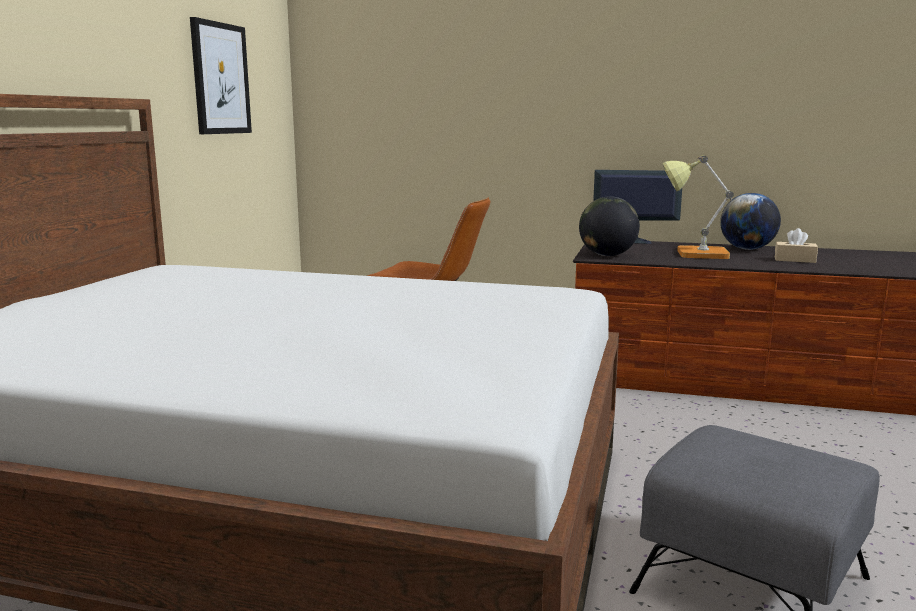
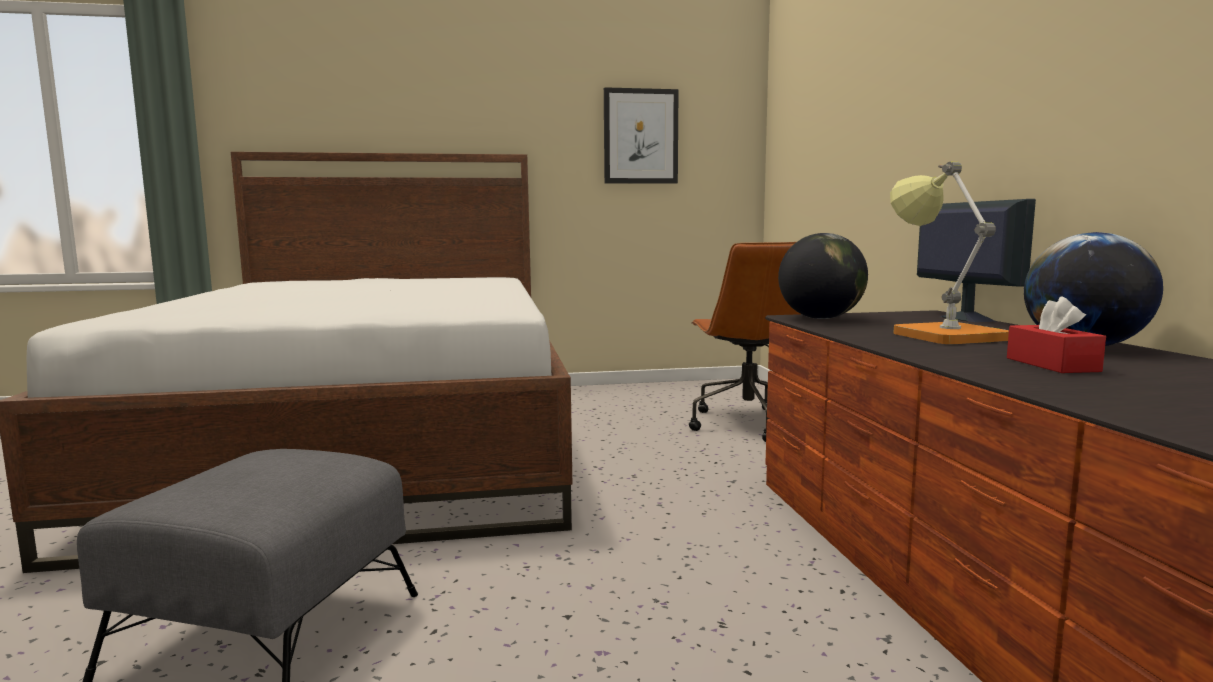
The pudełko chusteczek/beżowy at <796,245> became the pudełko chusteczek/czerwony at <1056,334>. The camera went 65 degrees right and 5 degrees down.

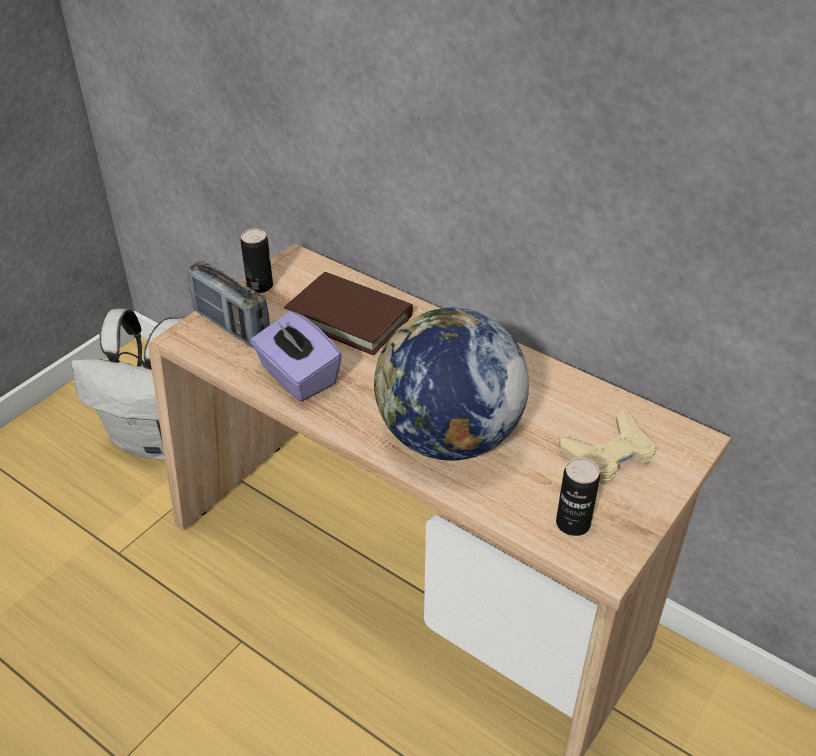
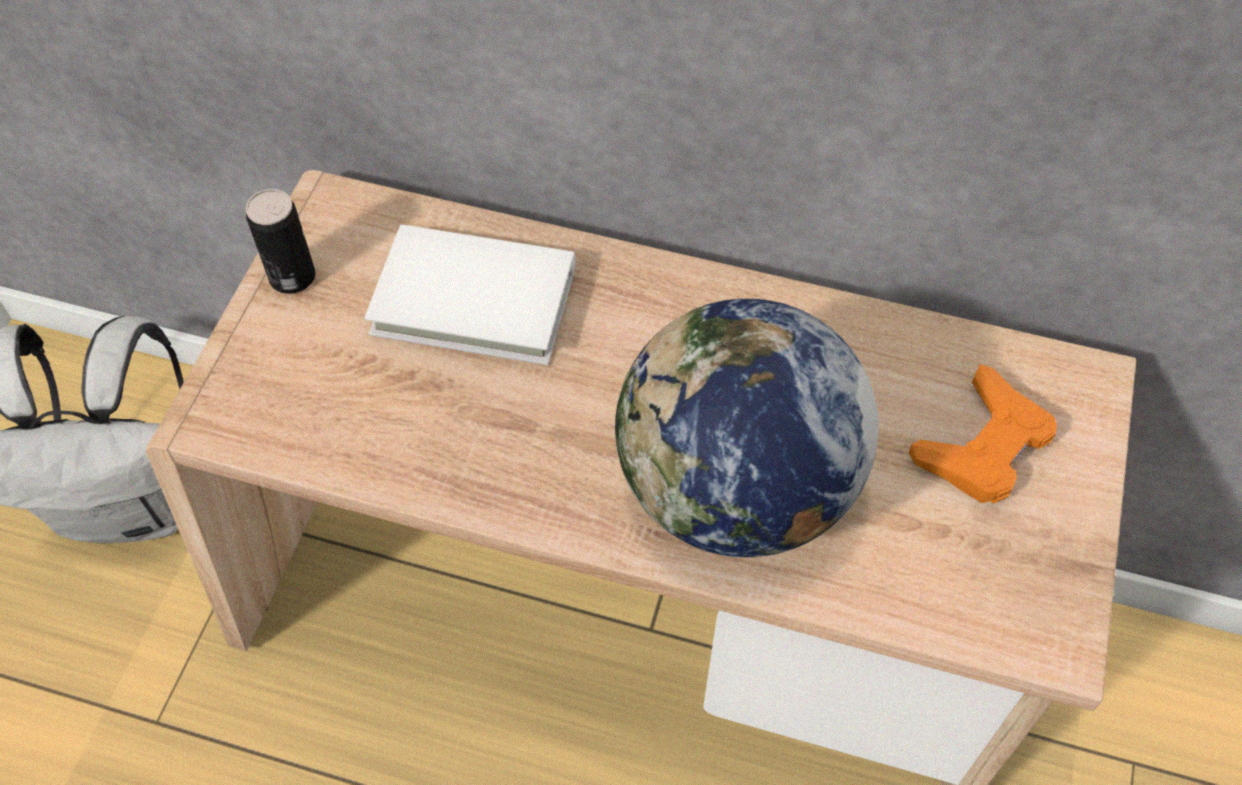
The radio at <228,304> disappeared. The pudełko chusteczek/fioletowy at <296,356> disappeared. The książka/brązowy at <348,313> became the książka/biały at <469,295>. The puszka at <578,497> disappeared. The pad do gier/beżowy at <608,447> became the pad do gier/pomarańczowy at <983,434>. The camera went 20 degrees left and 15 degrees up.

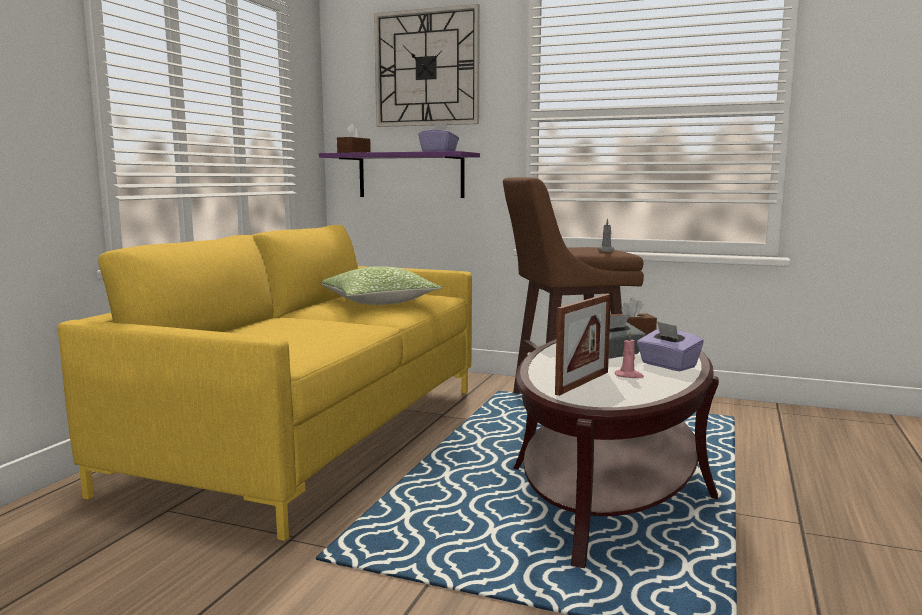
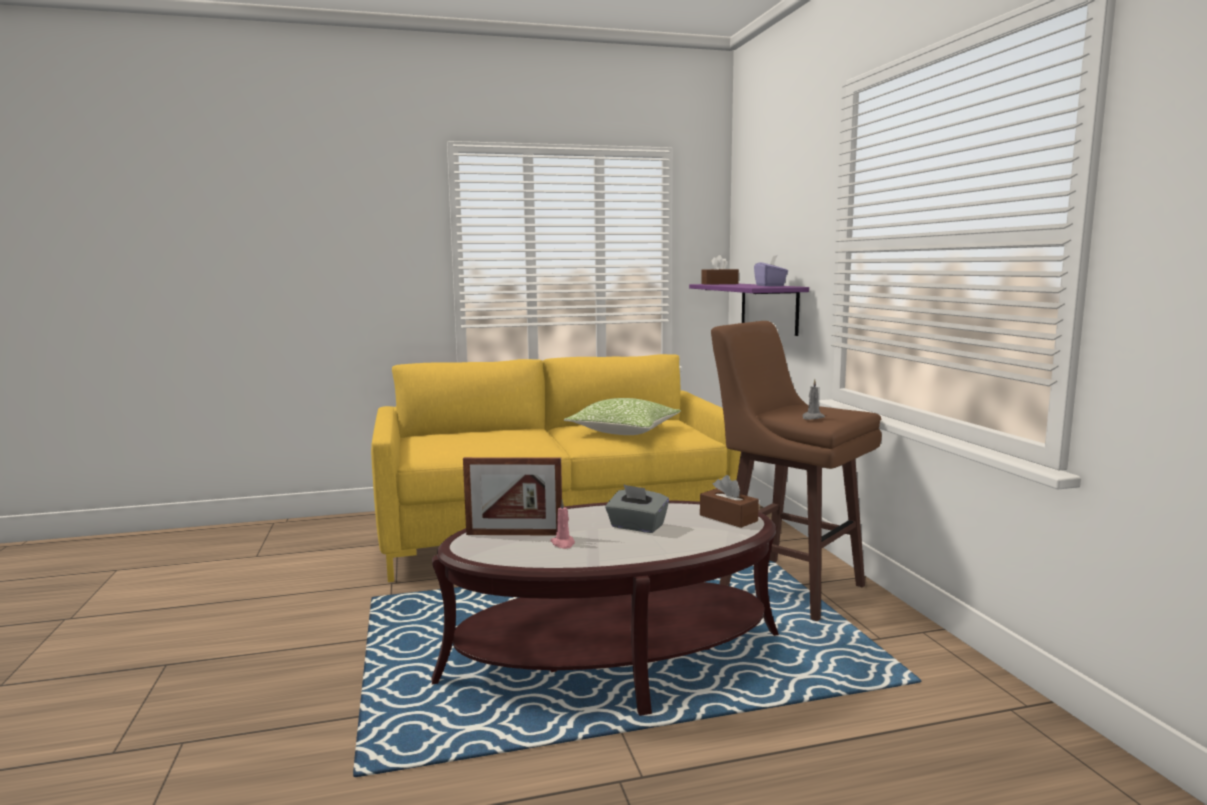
The zegar ścienny at <427,65> disappeared. The pudełko chusteczek/fioletowy at <670,346> disappeared. The camera went 55 degrees right and 0 degrees up.

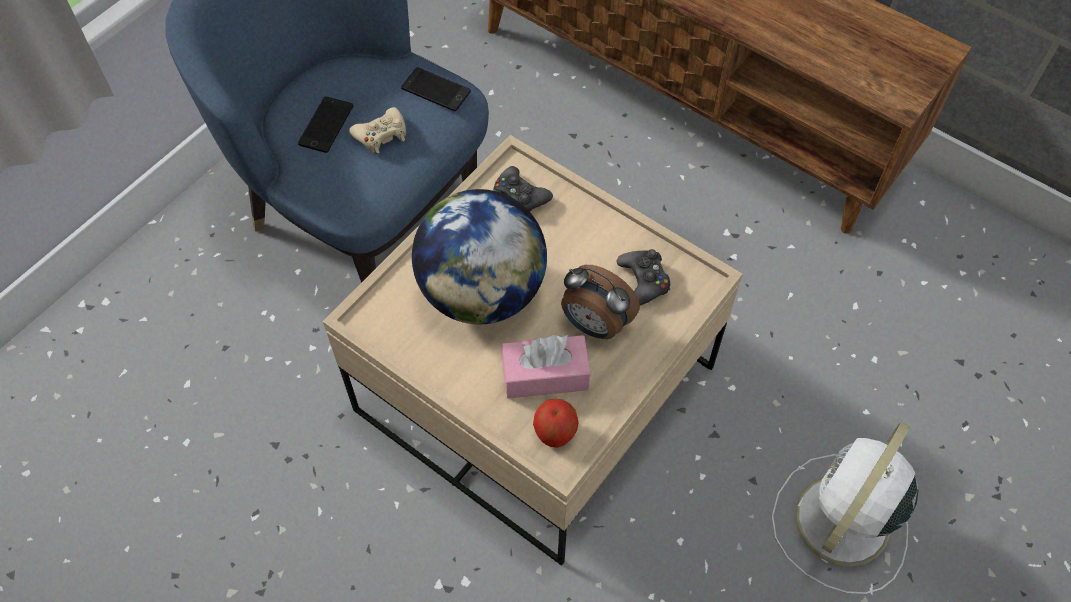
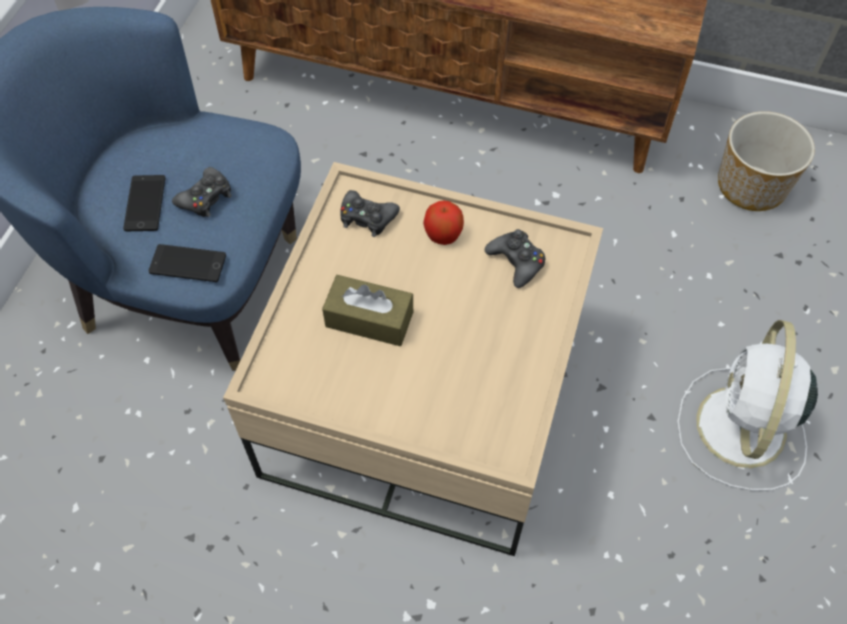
The pad do gier/beżowy at <377,130> became the pad do gier/czarny at <202,192>. The telefon moved from <436,89> to <187,263>. The globus at <479,256> was replaced by the pudełko chusteczek/brązowy at <367,310>. The pudełko chusteczek/różowy at <546,367> disappeared. The jabłko moved from <556,423> to <443,223>. The budzik at <600,302> disappeared. The donica at <766,161> appeared. The camera went 20 degrees left and 0 degrees up.

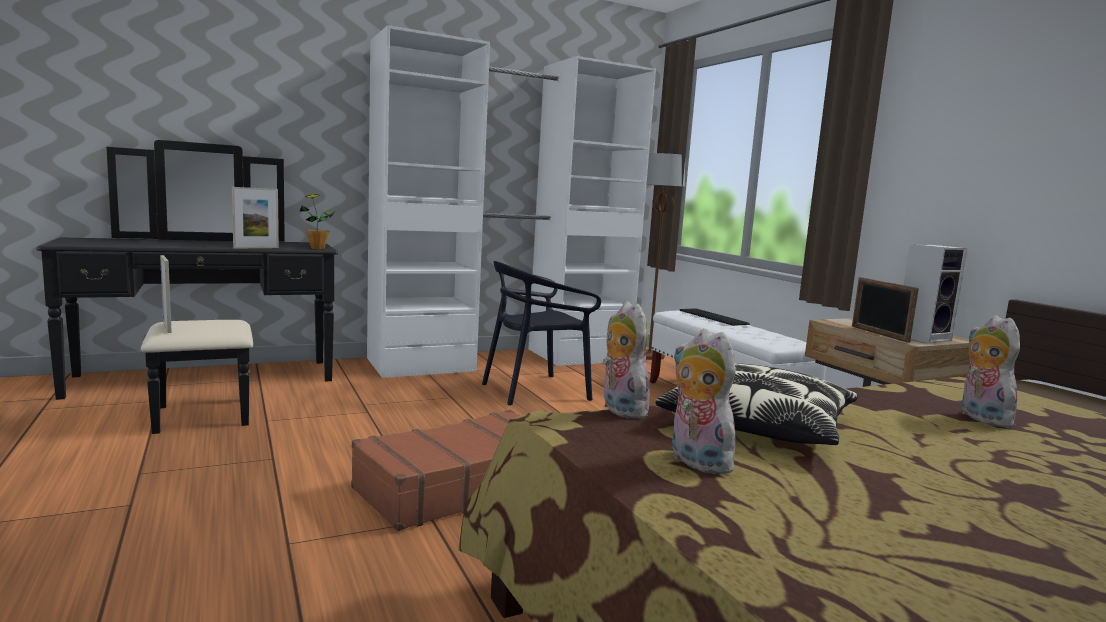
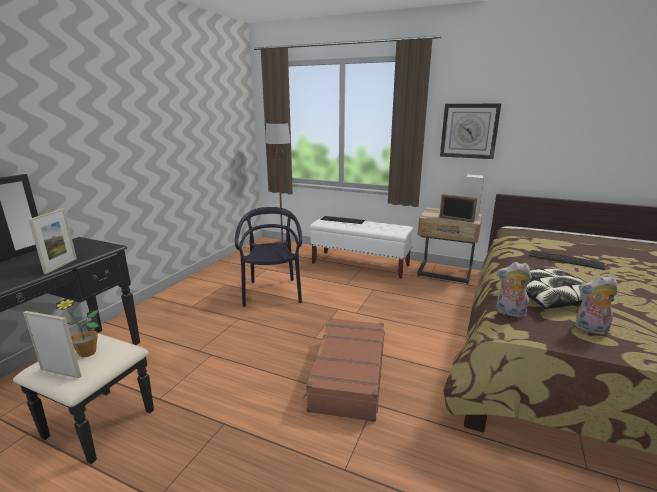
The roślina doniczkowa moved from <317,221> to <77,328>. The szafa/biały at <511,201> disappeared. The krzesło/czarny at <541,333> turned 150 degrees clockwise. The pluszak at <990,371> was replaced by the klawiatura at <567,260>. The zegar ścienny at <470,131> appeared. The camera went 40 degrees left and 10 degrees up.

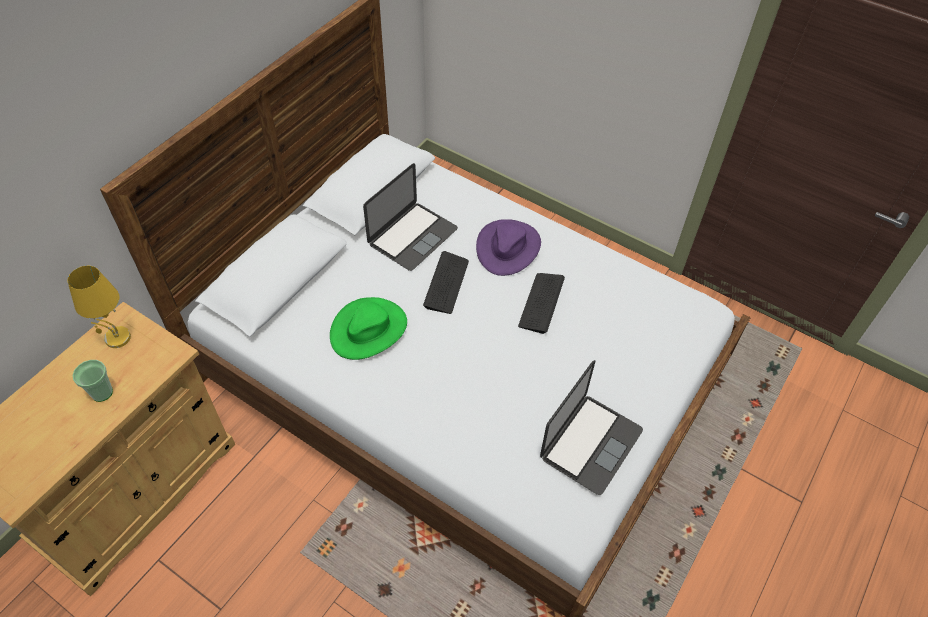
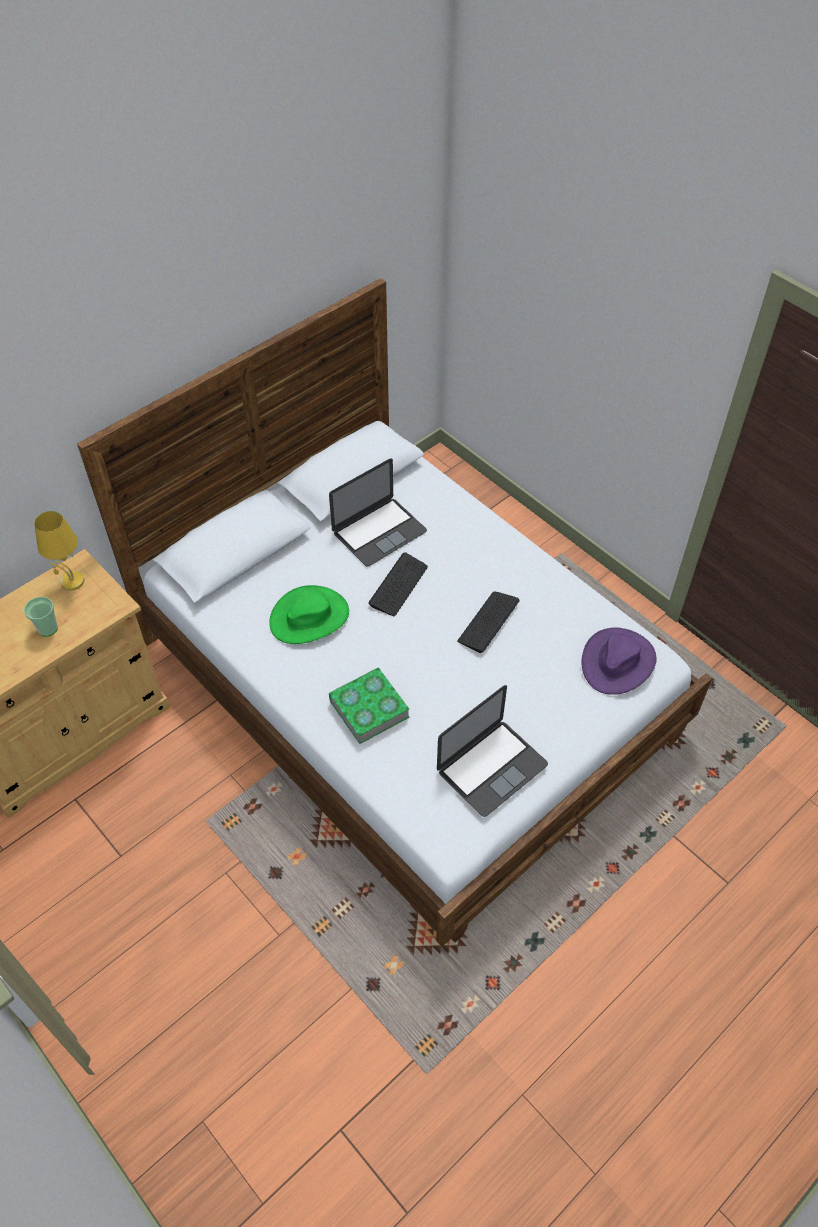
The kapelusz/fioletowy moved from <508,247> to <618,661>. The książka at <369,705> appeared. The camera went 15 degrees right and 0 degrees up.

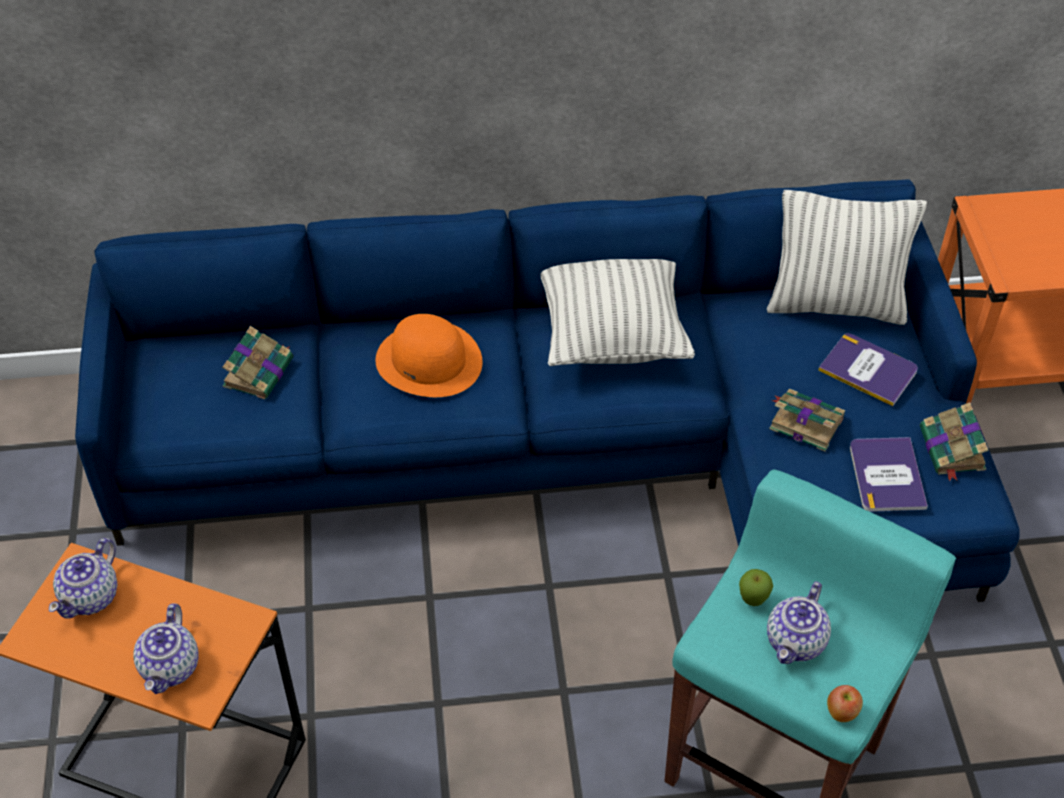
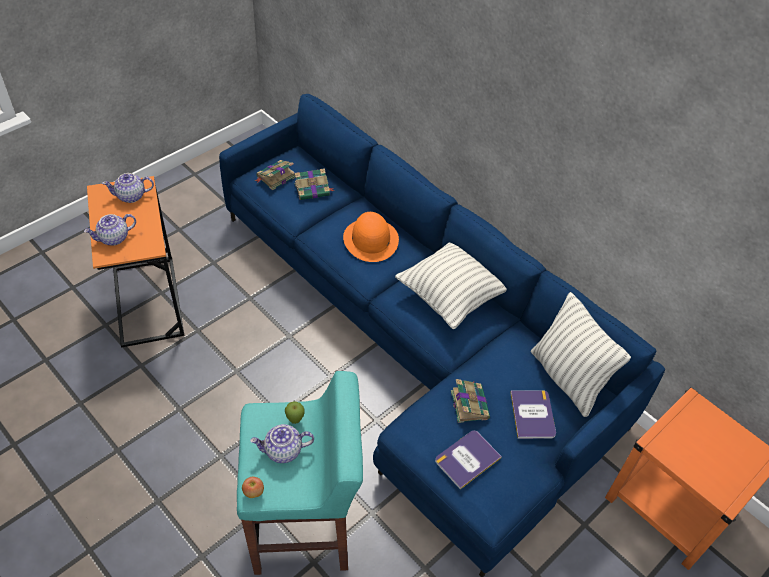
The książka moved from <954,442> to <275,175>. The camera went 50 degrees right and 0 degrees up.

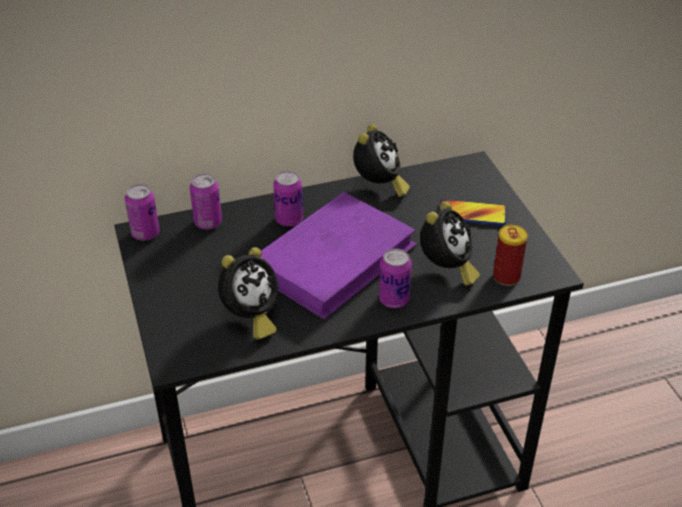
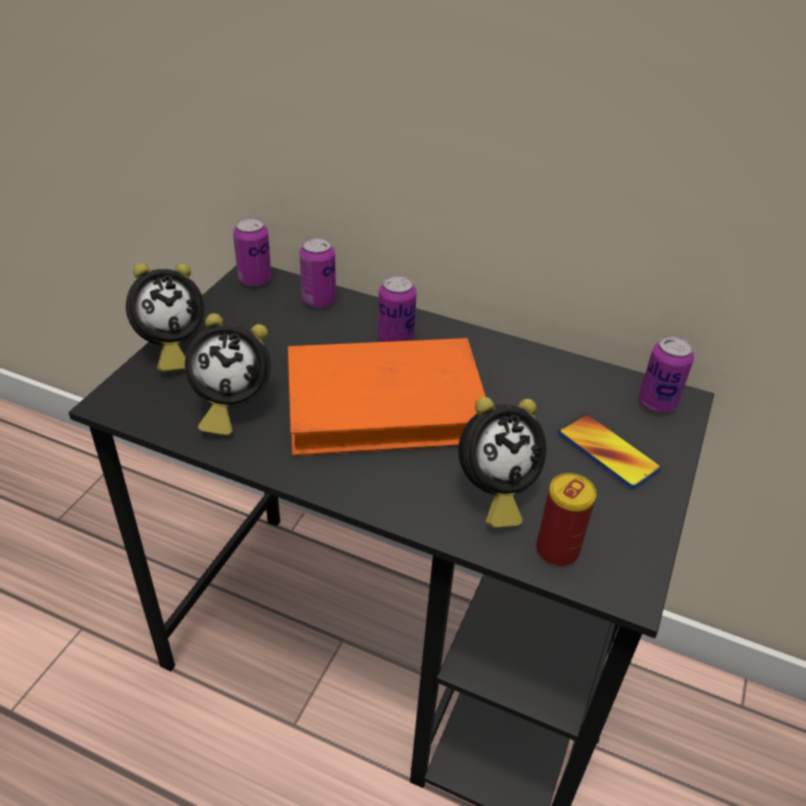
The książka/fioletowy at <339,255> became the książka/pomarańczowy at <387,397>. The budzik moved from <381,160> to <165,317>. The puszka moved from <395,278> to <666,374>. The camera went 40 degrees right and 0 degrees up.

